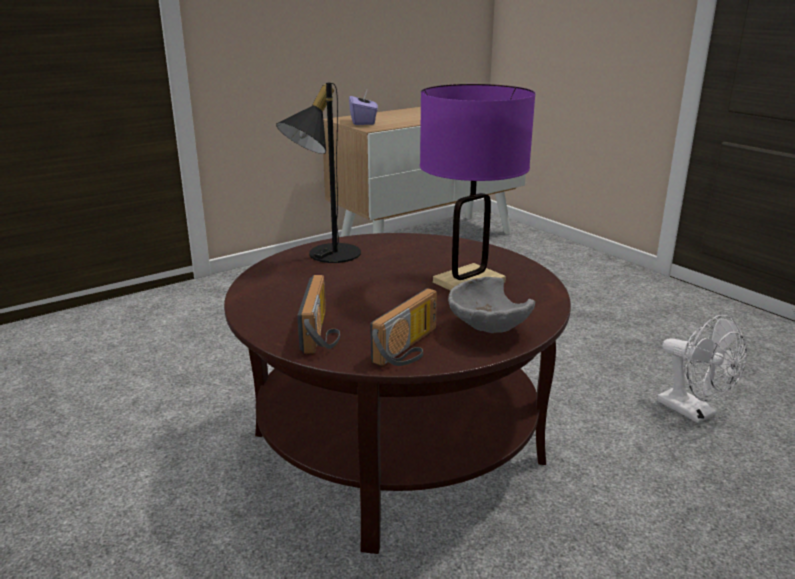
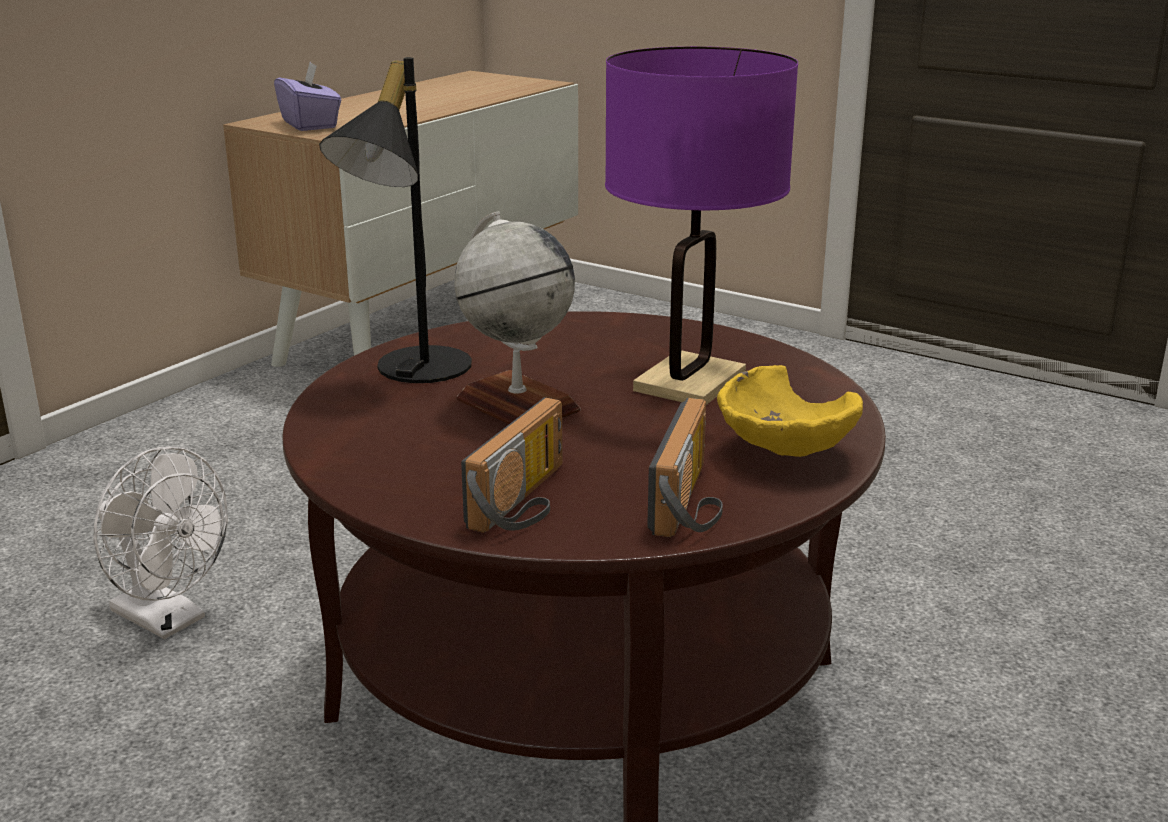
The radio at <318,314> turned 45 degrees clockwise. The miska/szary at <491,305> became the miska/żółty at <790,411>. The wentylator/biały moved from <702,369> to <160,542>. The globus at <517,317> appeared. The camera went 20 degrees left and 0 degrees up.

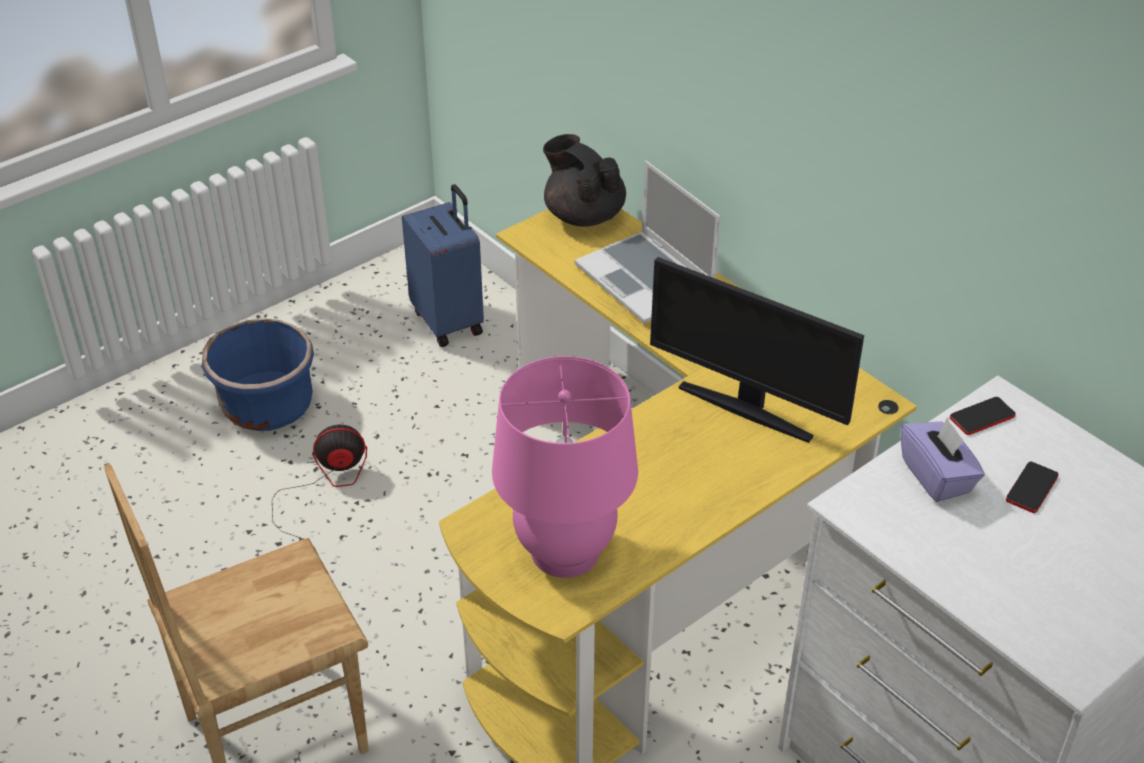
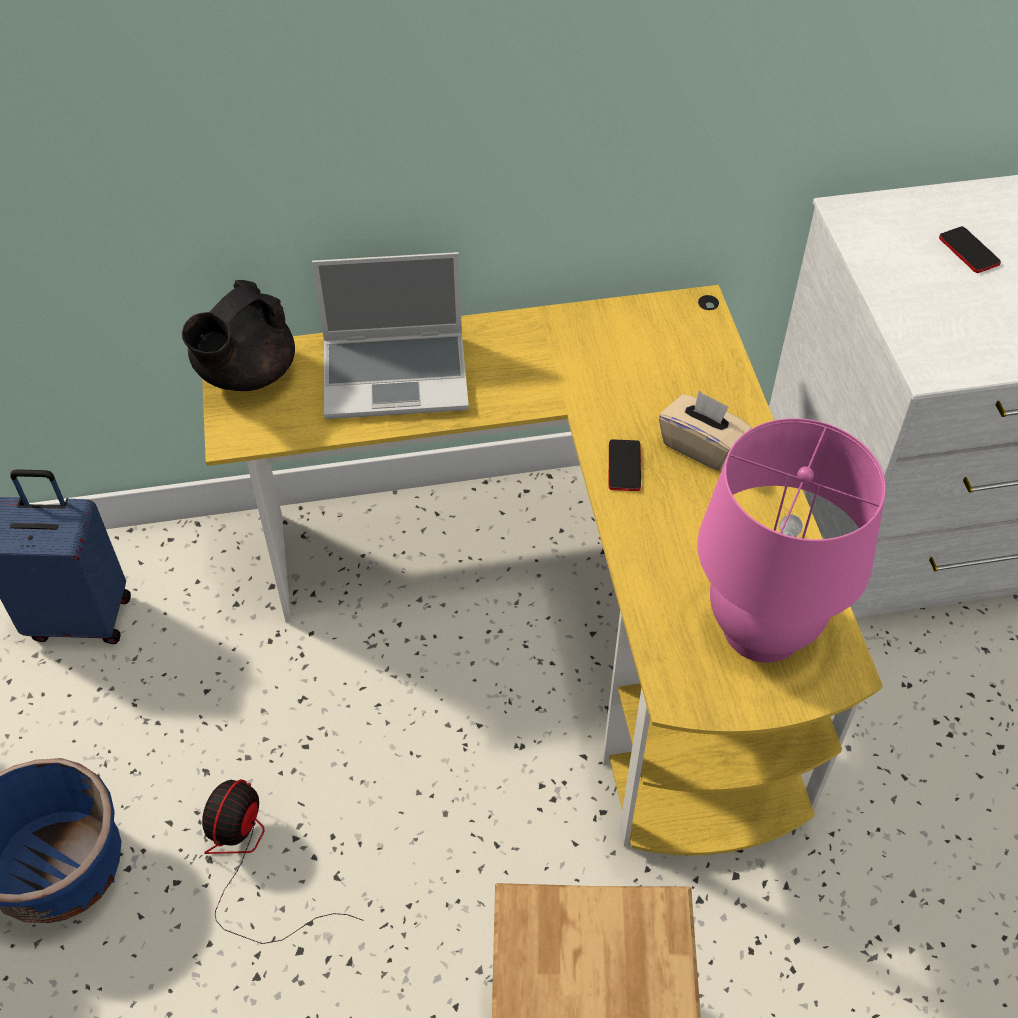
The imbryk/czarny at <584,180> turned 45 degrees counterclockwise. The monitor at <757,350> disappeared. The pudełko chusteczek/fioletowy at <943,459> disappeared. The telefon moved from <983,416> to <625,465>. The pudełko chusteczek/beżowy at <705,431> appeared. The camera went 60 degrees left and 10 degrees up.

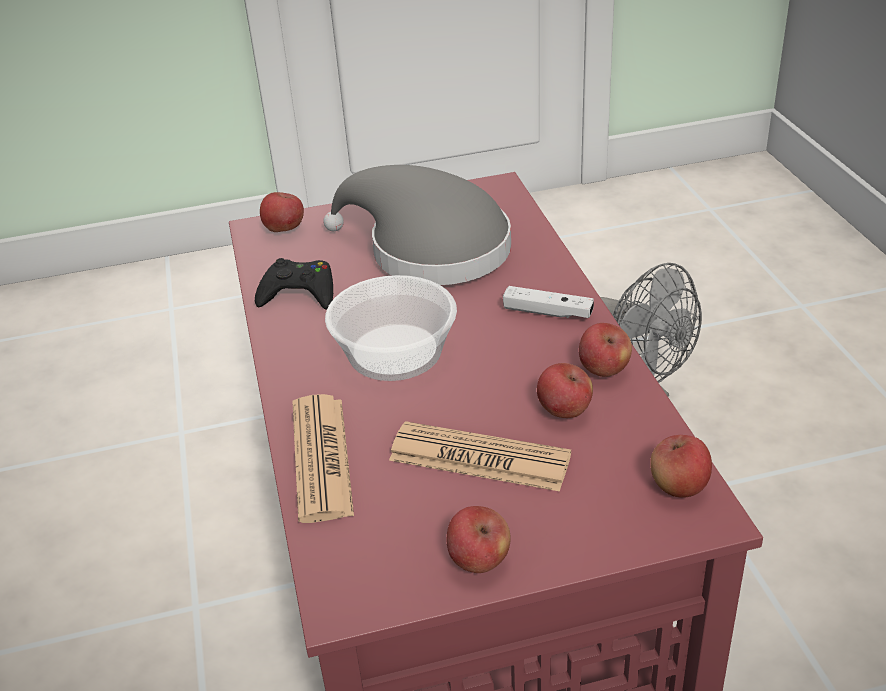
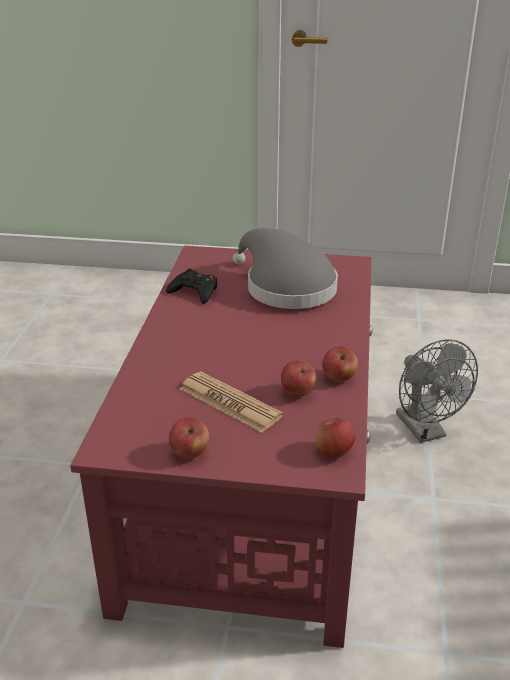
The jabłko at <282,212> disappeared. The gazeta at <323,458> disappeared. The miska at <391,328> disappeared. The pad do gier/biały at <548,302> disappeared. The camera went 20 degrees right and 5 degrees down.

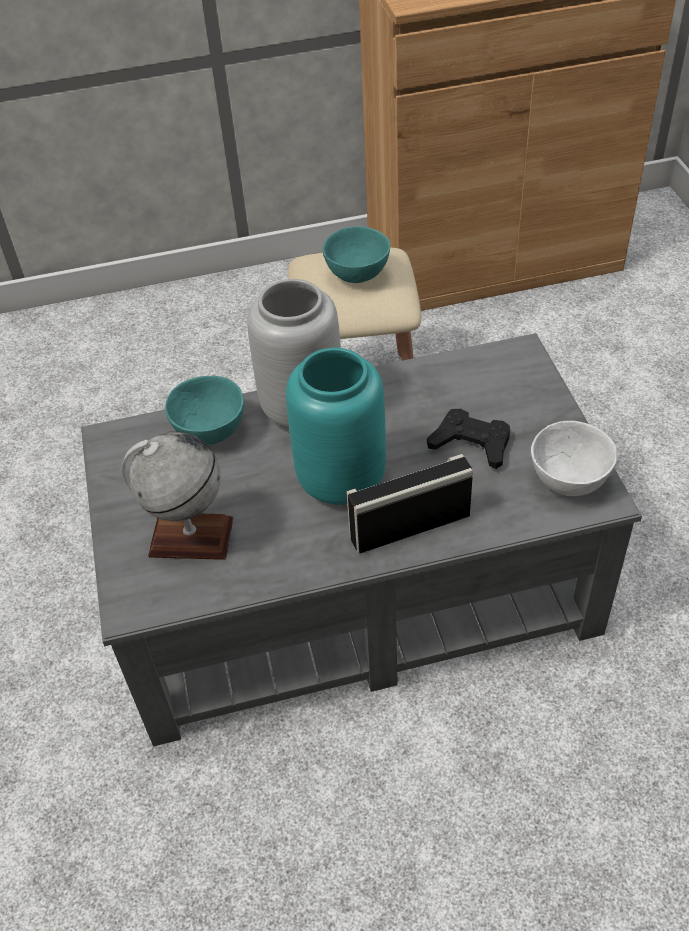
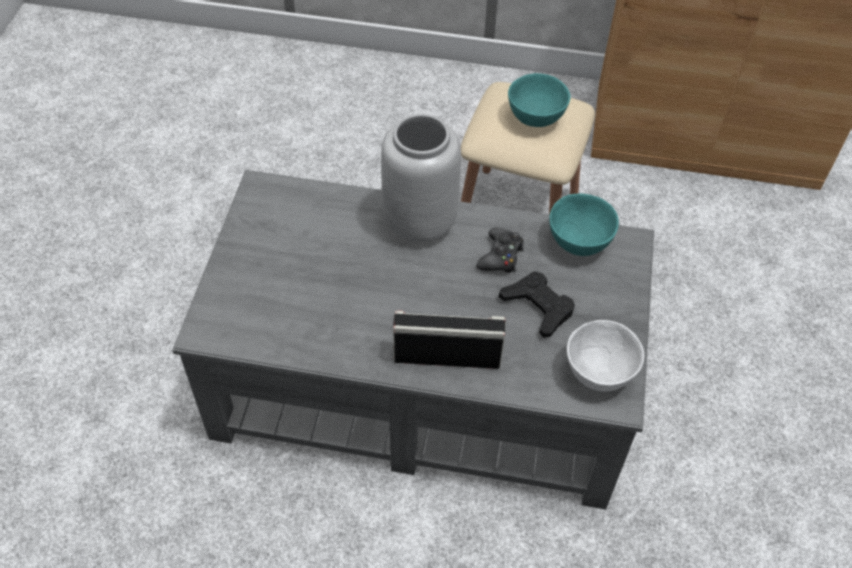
The globus at <177,495> disappeared. The miska/turkusowy moved from <204,410> to <584,225>. The wazon/turkusowy at <336,426> disappeared. The pad do gier/czarny at <500,250> appeared. The camera went 20 degrees right and 5 degrees up.

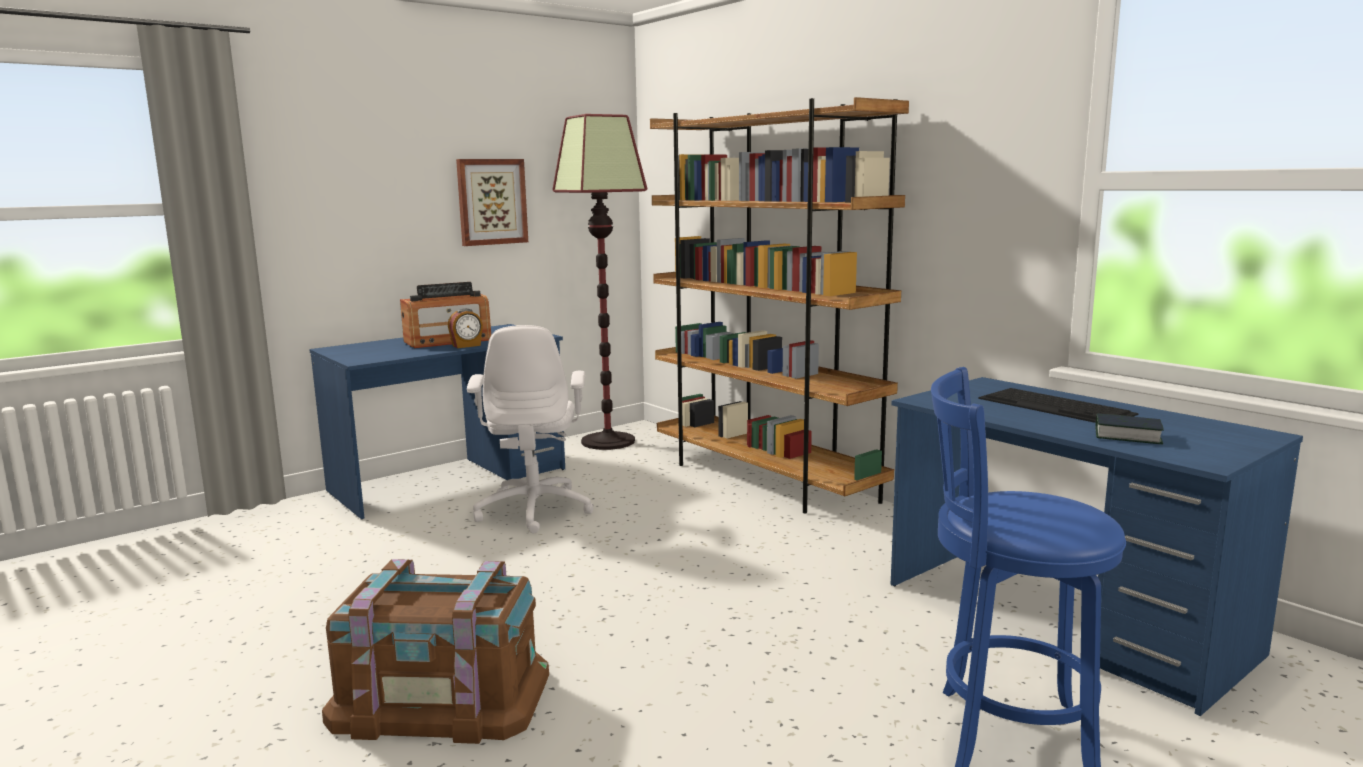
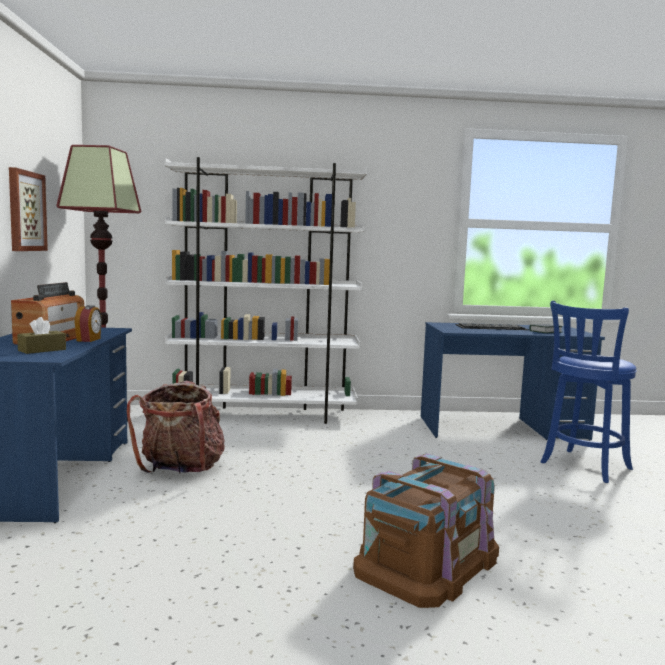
The krzesło biurowe/biały at <530,429> was replaced by the plecak at <176,427>. The regał/brązowy at <779,305> became the regał/biały at <266,290>. The pudełko chusteczek/brązowy at <41,335> appeared. The camera went 55 degrees left and 5 degrees down.

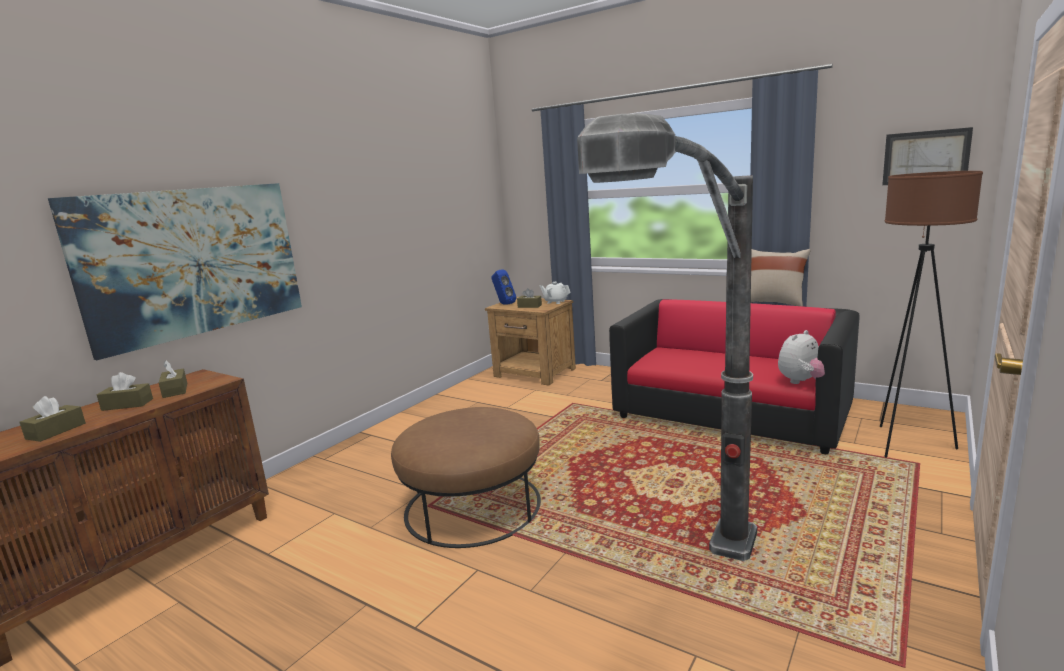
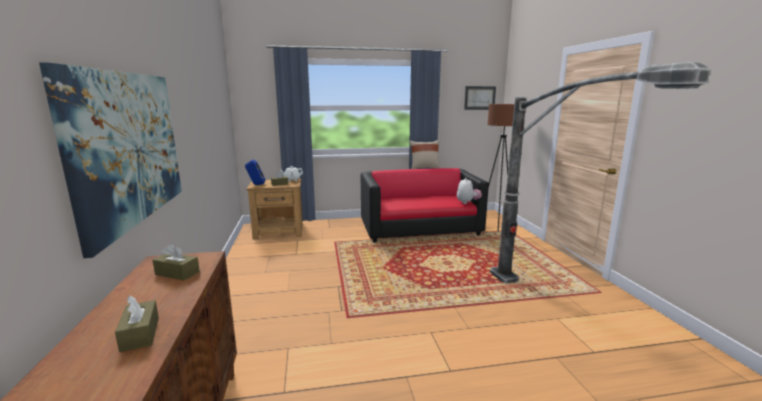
The pudełko chusteczek/brązowy at <125,391> disappeared. The pufa/brązowy at <466,477> disappeared. The camera went 45 degrees left and 0 degrees up.

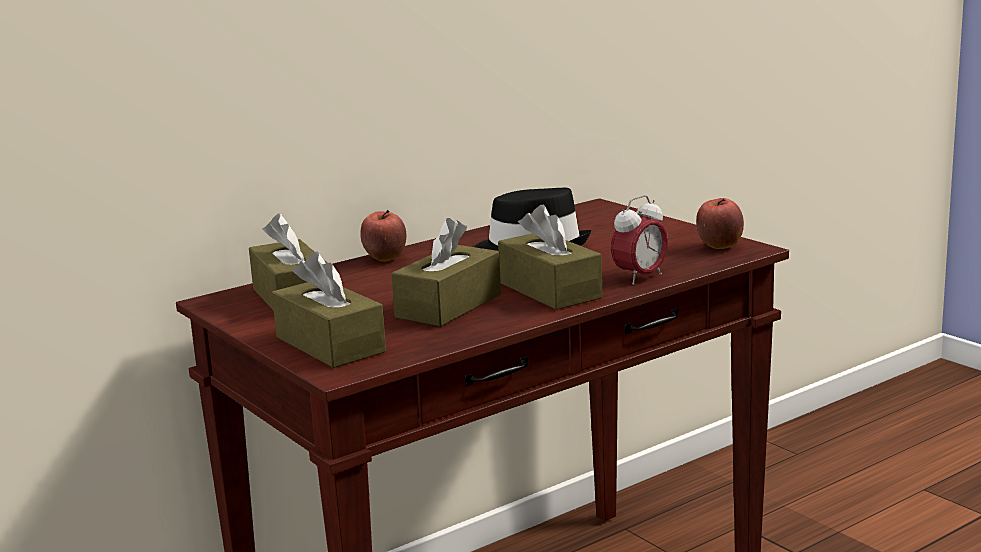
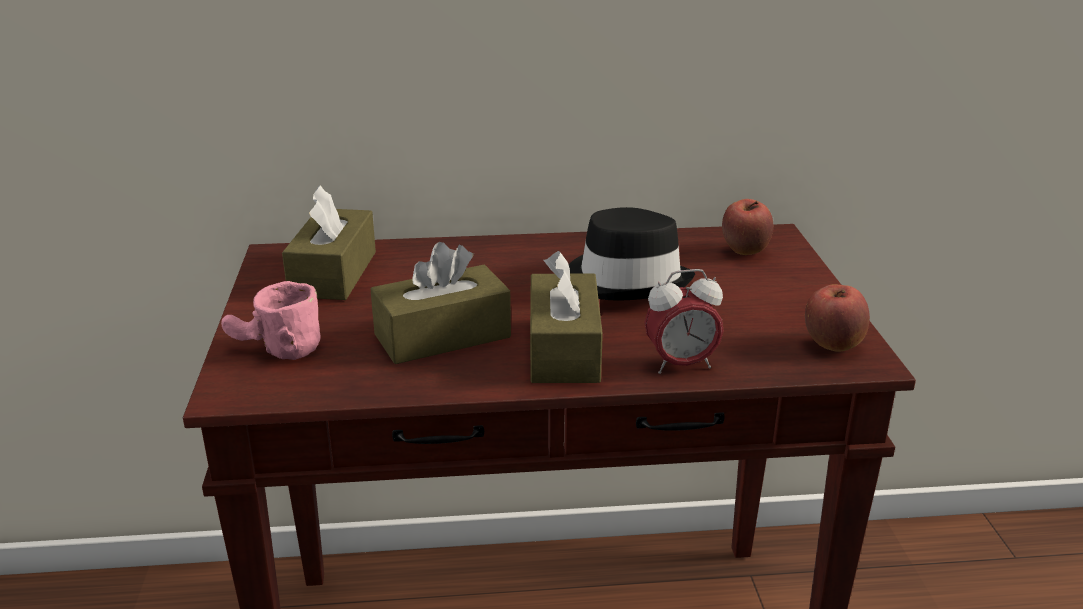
The pudełko chusteczek/brązowy at <329,310> was replaced by the kubek/różowy at <271,320>. The jabłko moved from <383,236> to <747,227>. The camera went 30 degrees right and 10 degrees up.

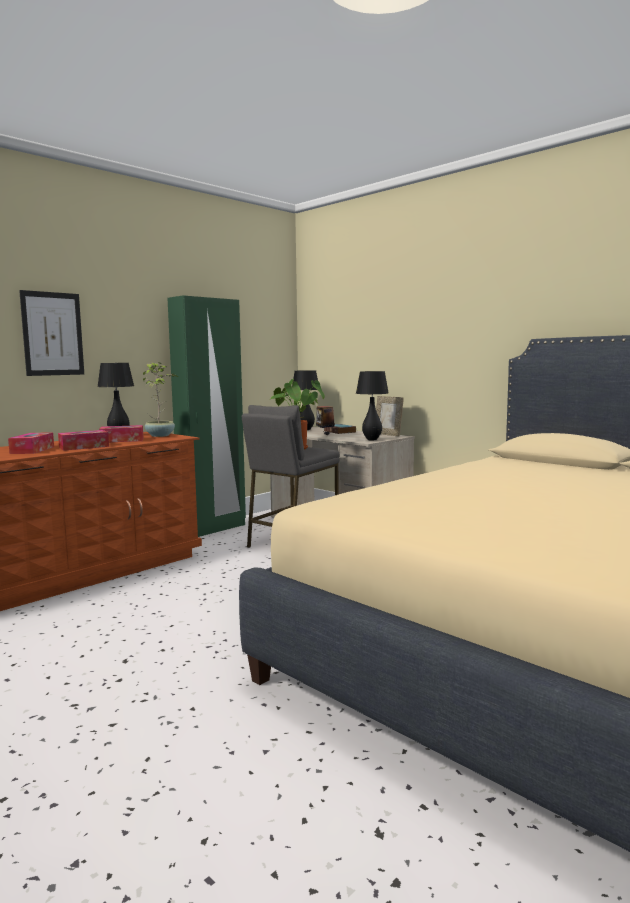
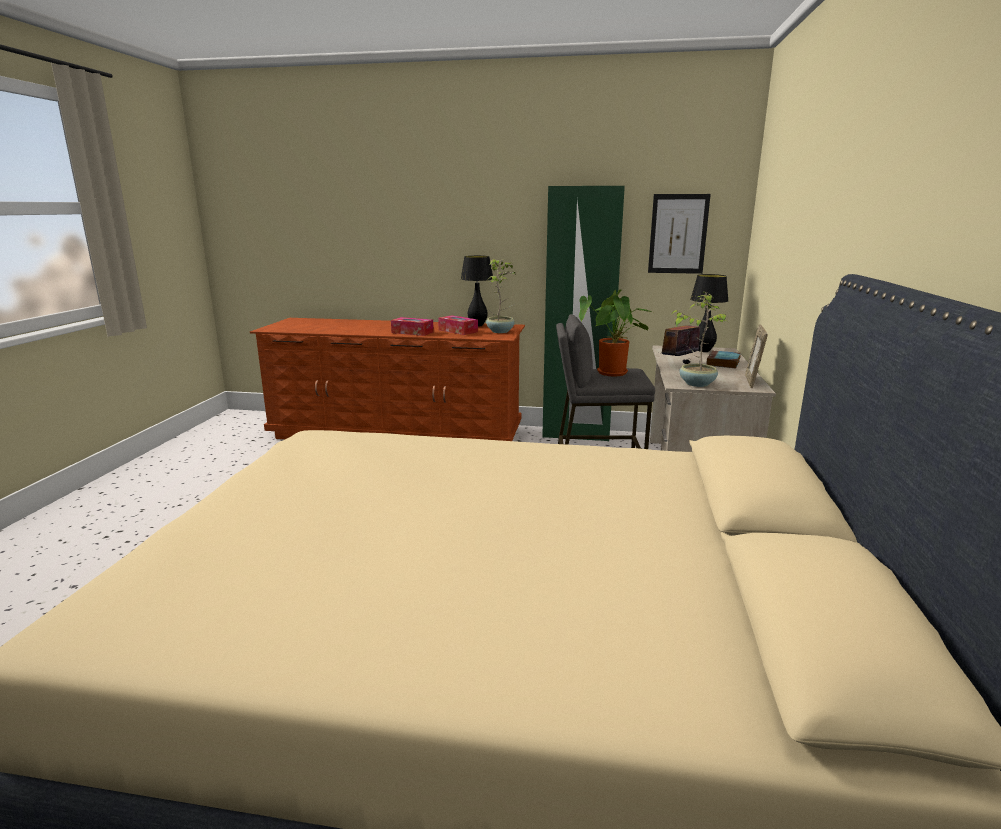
The pudełko chusteczek at <31,443> disappeared. The obraz moved from <51,333> to <679,234>. The lampa stołowa/czarny at <372,406> was replaced by the roślina doniczkowa at <700,339>. The camera went 55 degrees right and 10 degrees up.

